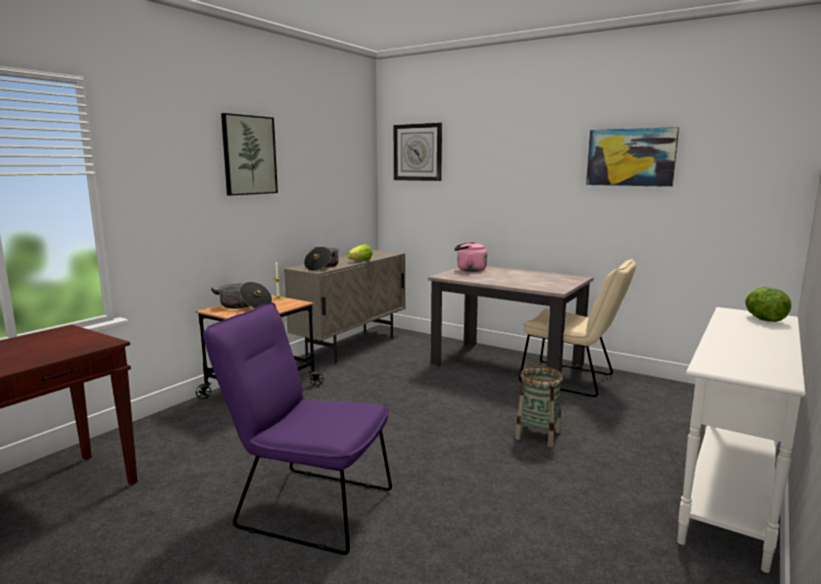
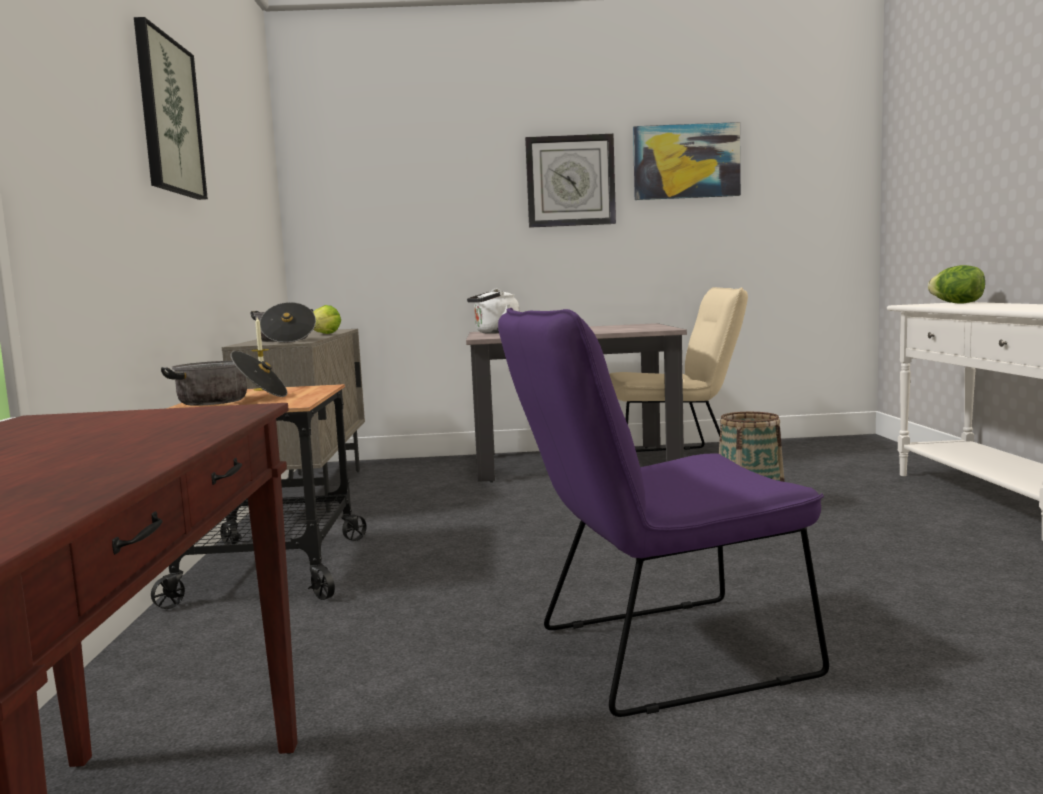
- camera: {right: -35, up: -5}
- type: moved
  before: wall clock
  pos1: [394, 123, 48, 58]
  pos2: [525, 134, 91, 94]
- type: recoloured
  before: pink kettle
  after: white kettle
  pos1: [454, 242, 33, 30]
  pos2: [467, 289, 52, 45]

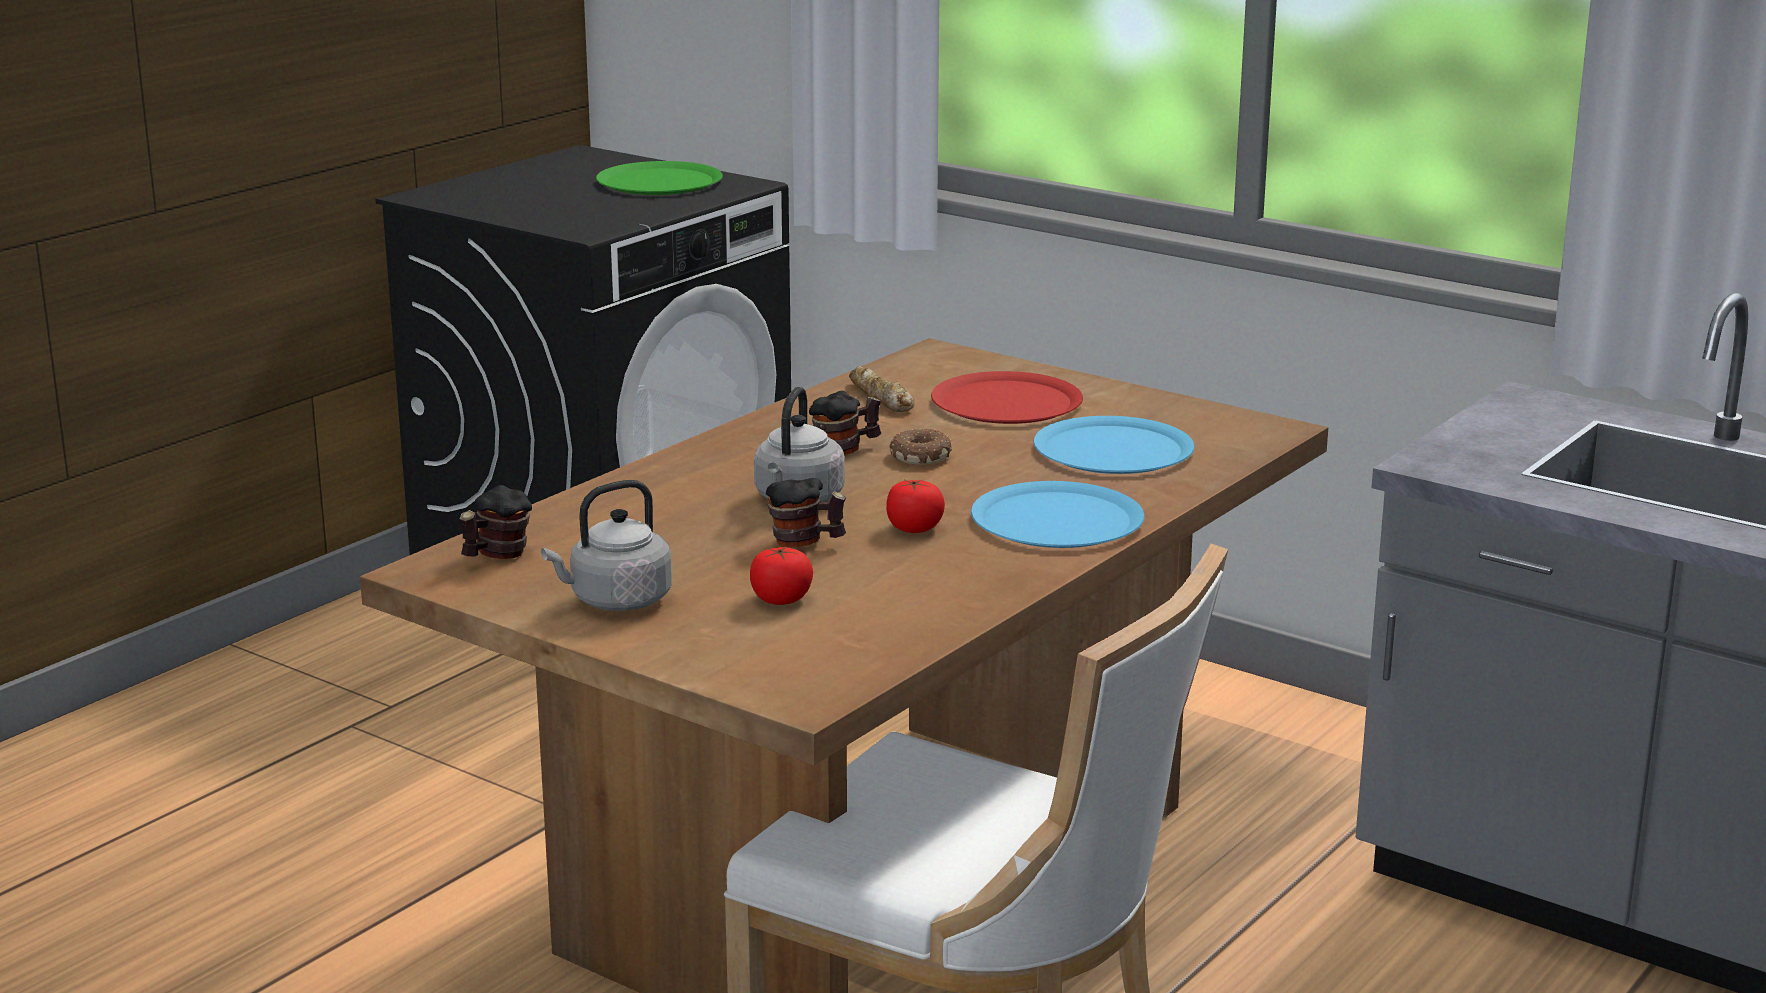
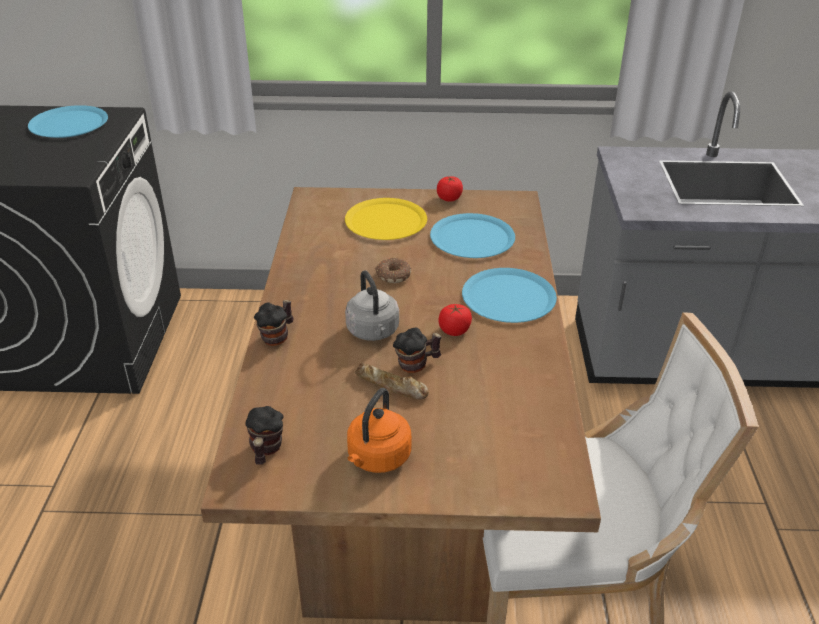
- camera: {right: -35, up: 15}
- type: recoloured
  before: grey kettle
  after: orange kettle
  pos1: [541, 480, 131, 131]
  pos2: [347, 388, 64, 85]
- type: recoloured
  before: green plate
  after: blue plate
  pos1: [596, 161, 127, 34]
  pos2: [28, 105, 80, 33]
- type: moved
  before: tomato
  pos1: [750, 546, 63, 59]
  pos2: [437, 176, 26, 26]
- type: moved
  before: mug
  pos1: [809, 391, 72, 64]
  pos2: [254, 300, 40, 46]
- type: moved
  before: bread
  pos1: [849, 366, 66, 46]
  pos2: [355, 363, 74, 37]
- type: recoloured
  before: red plate
  after: yellow plate
  pos1: [931, 371, 152, 53]
  pos2: [345, 198, 82, 42]

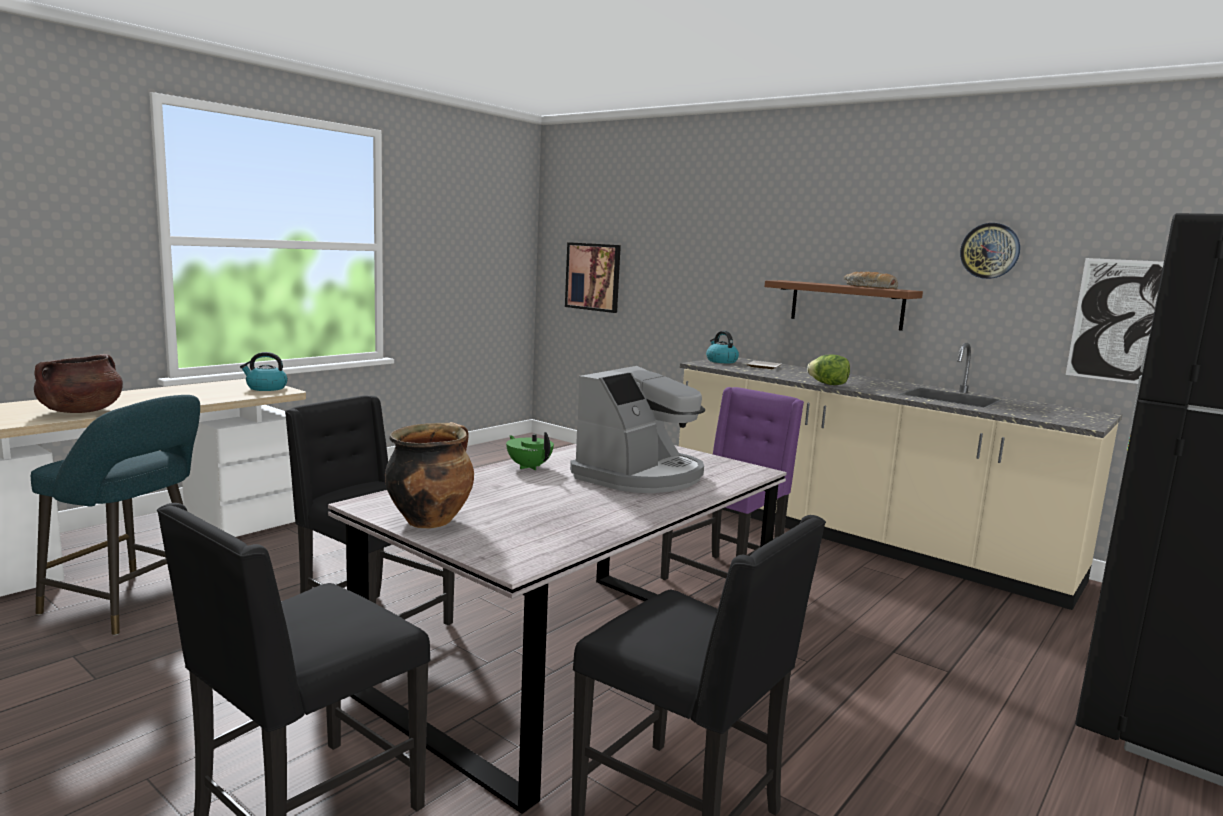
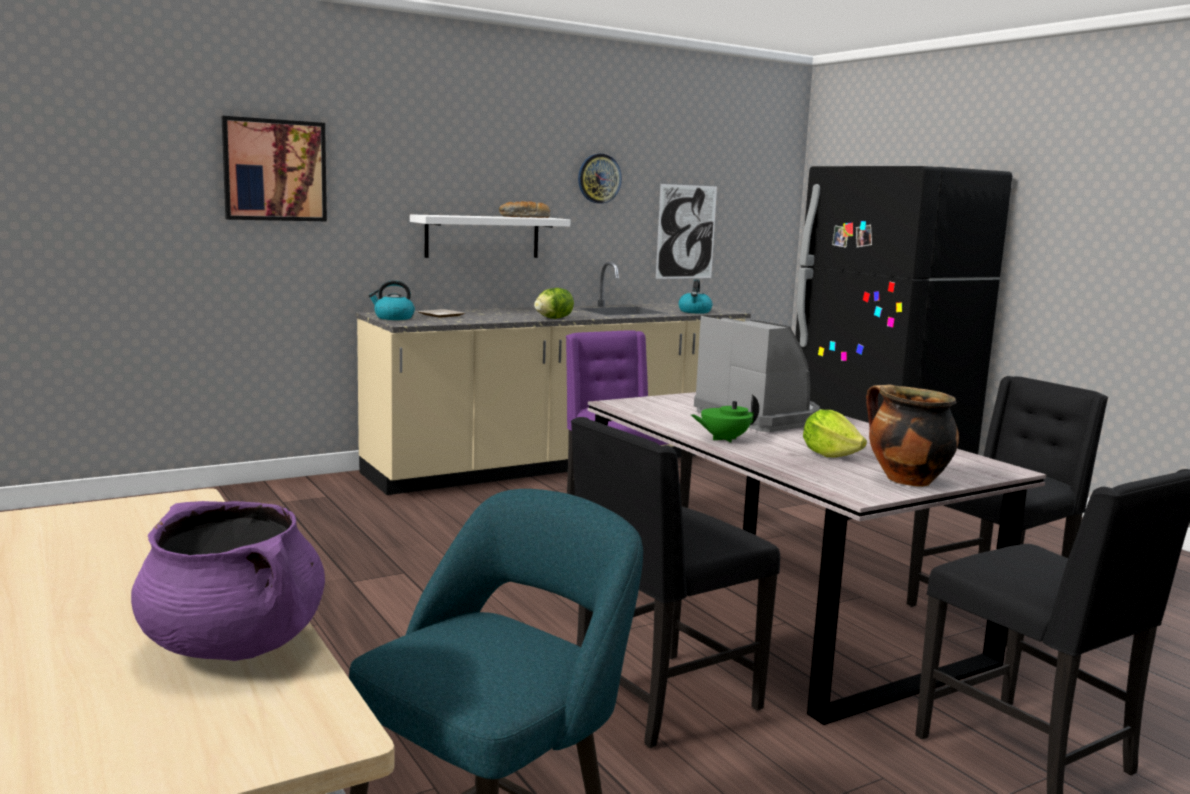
- camera: {right: -70, up: 0}
- type: recoloured
  before: brown cooking pot
  after: purple cooking pot
  pos1: [34, 354, 89, 59]
  pos2: [131, 501, 194, 160]
- type: moved
  before: kettle
  pos1: [240, 352, 48, 39]
  pos2: [678, 279, 35, 35]
- type: moved
  before: picture
  pos1: [565, 242, 56, 71]
  pos2: [221, 116, 106, 105]
- type: recoloured
  before: brown shelf
  after: white shelf
  pos1: [764, 280, 159, 51]
  pos2: [410, 214, 160, 44]
- type: added
  after: lettuce
  pos2: [803, 410, 64, 48]

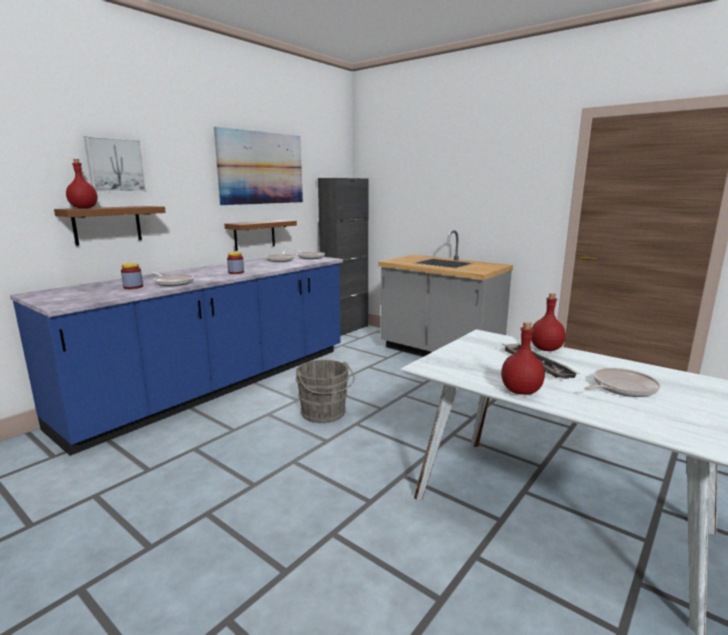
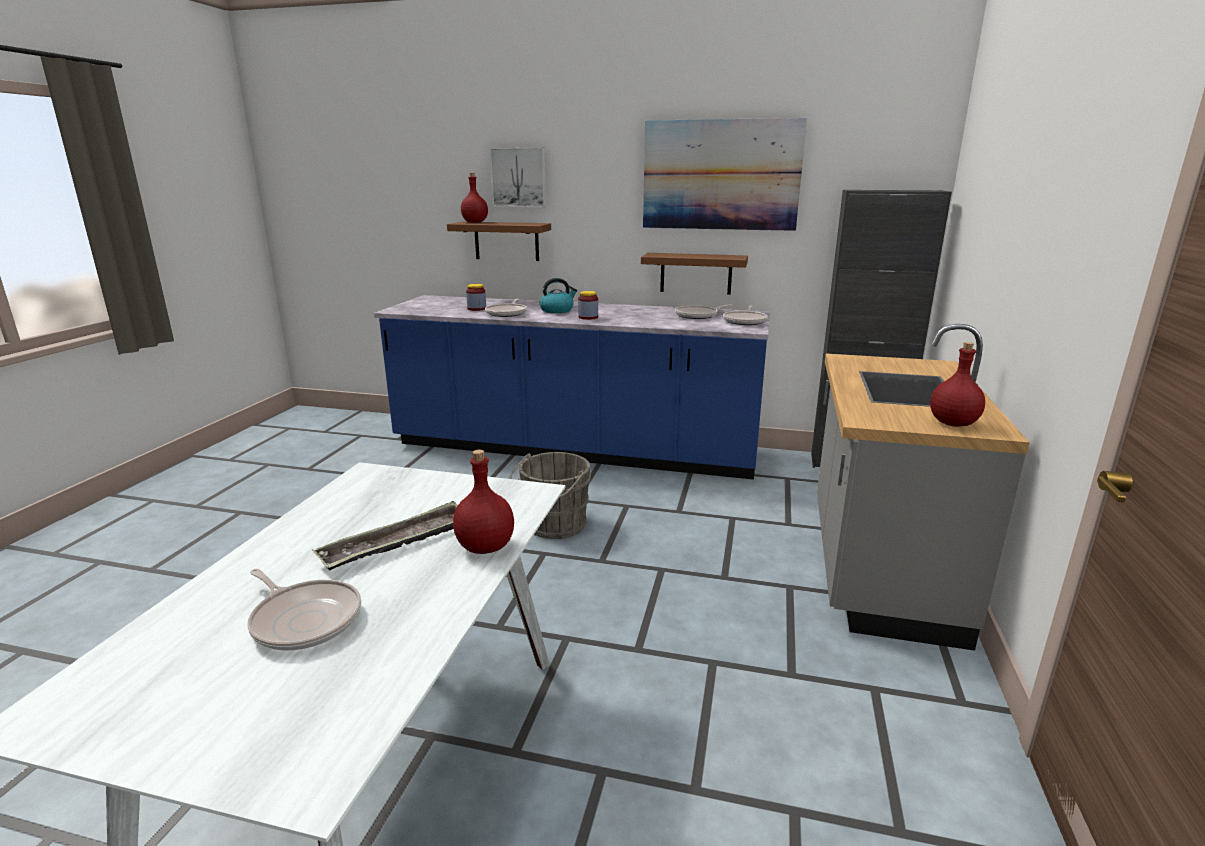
- camera: {right: 65, up: 5}
- type: moved
  before: red bottle
  pos1: [501, 322, 44, 73]
  pos2: [930, 342, 55, 85]
- type: added
  after: kettle
  pos2: [539, 278, 38, 35]

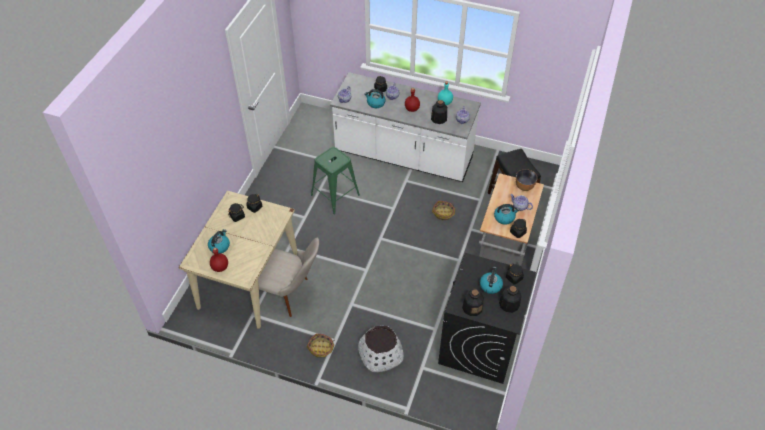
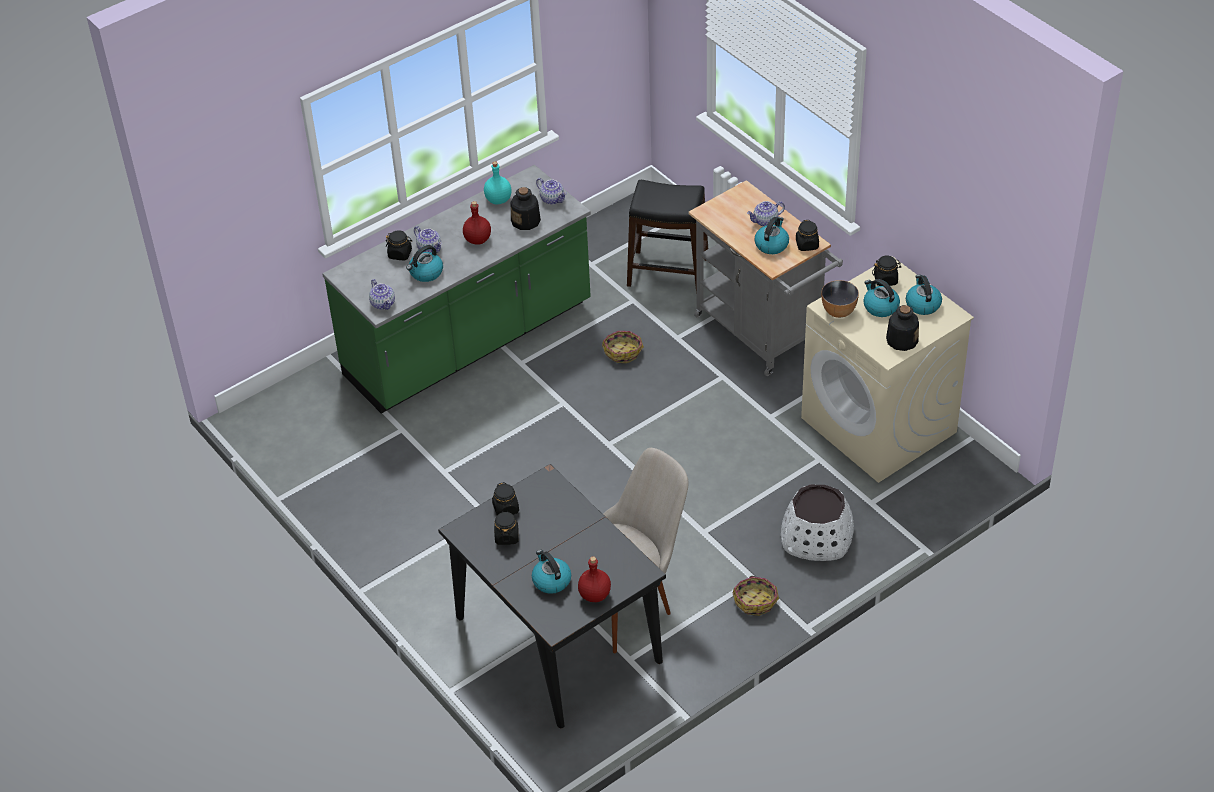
- camera: {right: -55, up: -5}
- type: recoloured
  before: beige dining table
  after: black dining table
  pos1: [179, 191, 119, 138]
  pos2: [438, 464, 228, 264]
- type: removed
  before: green stool
  pos1: [311, 147, 49, 67]
- type: recoloured
  before: white counter
  after: green counter
  pos1: [330, 72, 151, 110]
  pos2: [322, 165, 269, 249]
- type: recoloured
  before: black washing machine
  after: beige washing machine
  pos1: [438, 253, 98, 131]
  pos2: [801, 256, 173, 227]
- type: replaced
  before: bottle
  after: kettle
  pos1: [499, 285, 22, 28]
  pos2: [906, 275, 36, 40]
- type: moved
  before: bowl
  pos1: [516, 169, 21, 22]
  pos2: [821, 280, 38, 38]

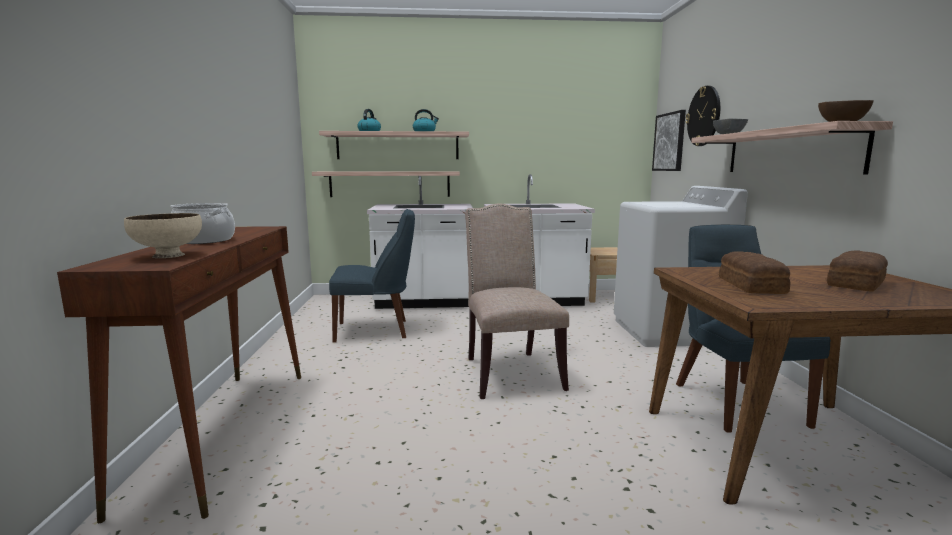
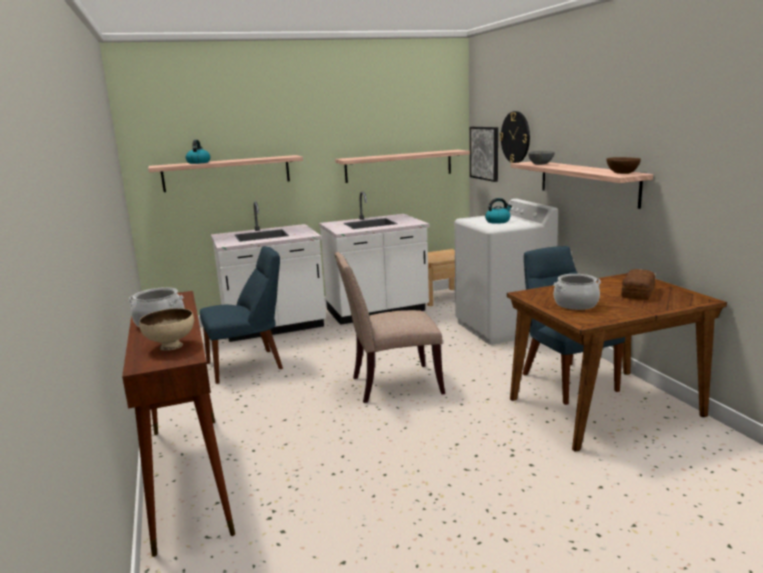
- camera: {right: -15, up: 5}
- type: moved
  before: shelf
  pos1: [312, 171, 148, 26]
  pos2: [335, 150, 135, 33]
- type: moved
  before: kettle
  pos1: [413, 109, 26, 22]
  pos2: [485, 198, 27, 26]
- type: turned
  before: beige chair
  pos1: [465, 204, 104, 195]
  pos2: [334, 252, 111, 151]
  turn: -75
- type: replaced
  before: bread
  after: cooking pot
  pos1: [719, 251, 71, 43]
  pos2: [553, 274, 48, 36]

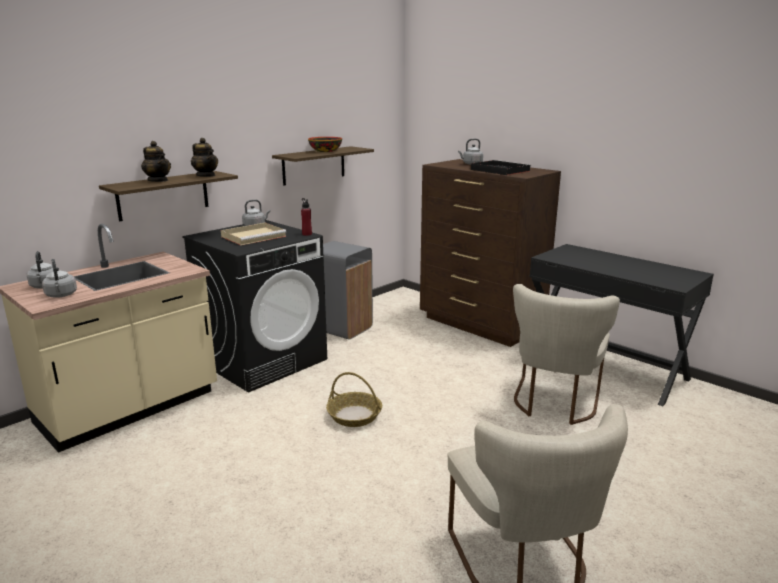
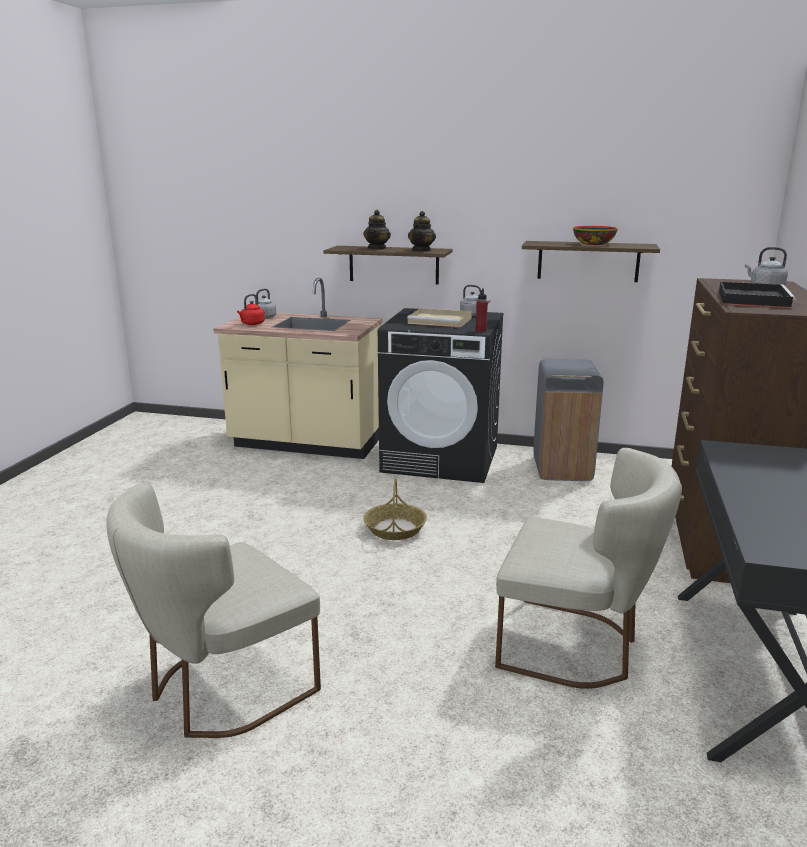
- camera: {right: 60, up: 0}
- type: recoloured
  before: grey kettle
  after: red kettle
  pos1: [42, 259, 35, 38]
  pos2: [237, 294, 28, 31]
- type: turned
  before: beige chair
  pos1: [513, 284, 107, 141]
  pos2: [495, 448, 187, 241]
  turn: -150

